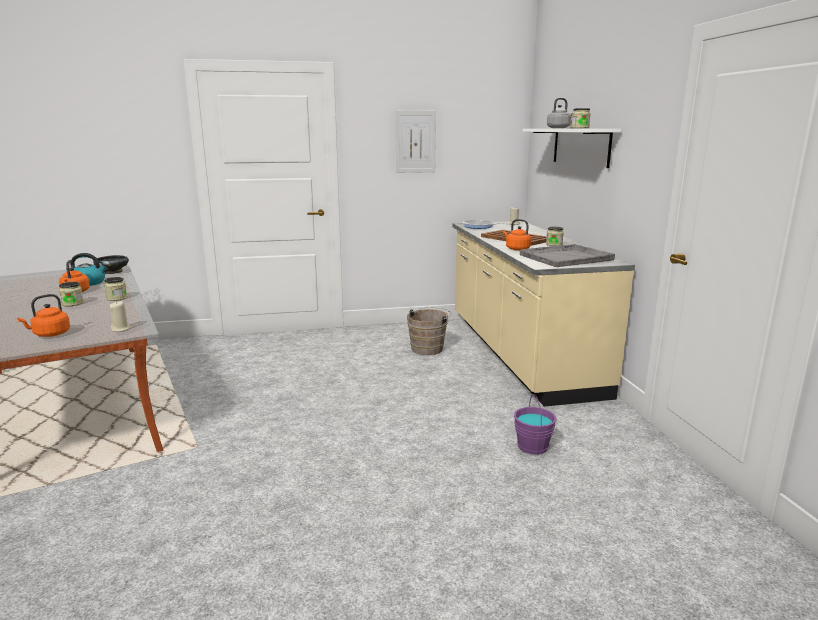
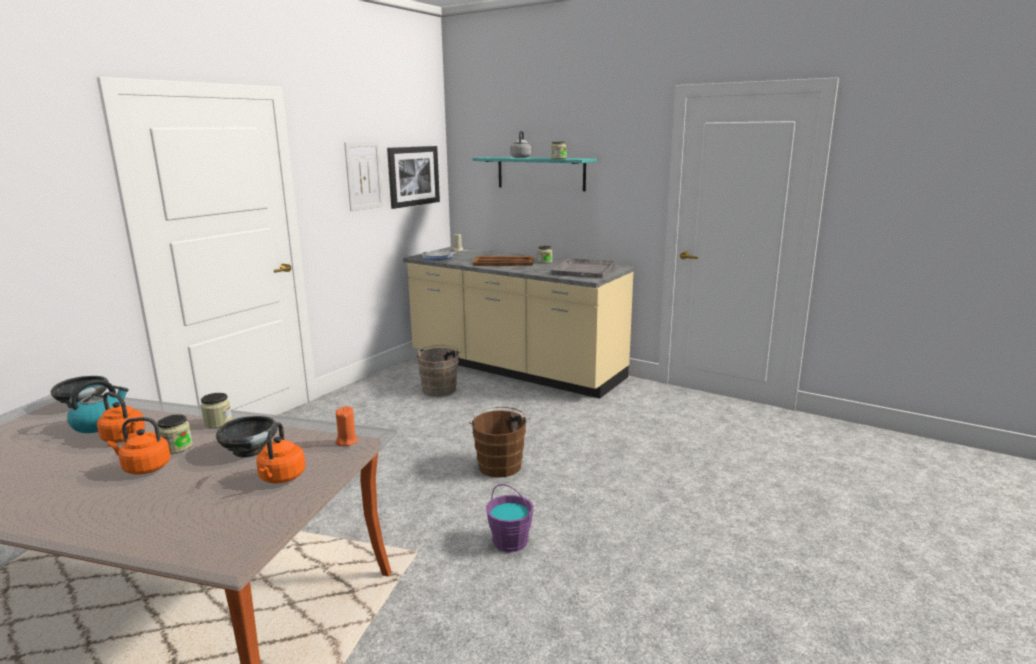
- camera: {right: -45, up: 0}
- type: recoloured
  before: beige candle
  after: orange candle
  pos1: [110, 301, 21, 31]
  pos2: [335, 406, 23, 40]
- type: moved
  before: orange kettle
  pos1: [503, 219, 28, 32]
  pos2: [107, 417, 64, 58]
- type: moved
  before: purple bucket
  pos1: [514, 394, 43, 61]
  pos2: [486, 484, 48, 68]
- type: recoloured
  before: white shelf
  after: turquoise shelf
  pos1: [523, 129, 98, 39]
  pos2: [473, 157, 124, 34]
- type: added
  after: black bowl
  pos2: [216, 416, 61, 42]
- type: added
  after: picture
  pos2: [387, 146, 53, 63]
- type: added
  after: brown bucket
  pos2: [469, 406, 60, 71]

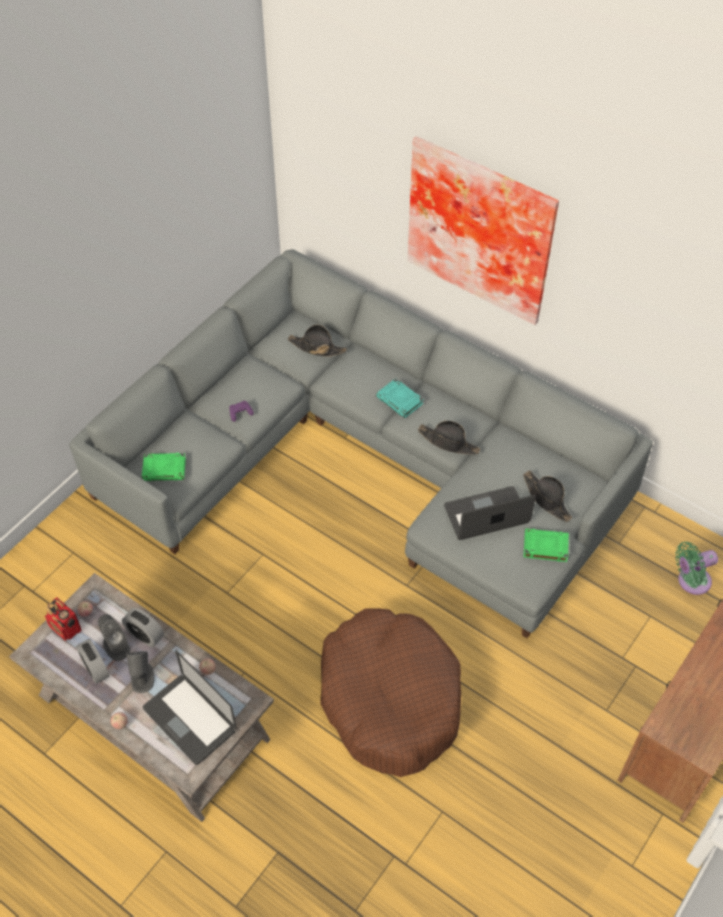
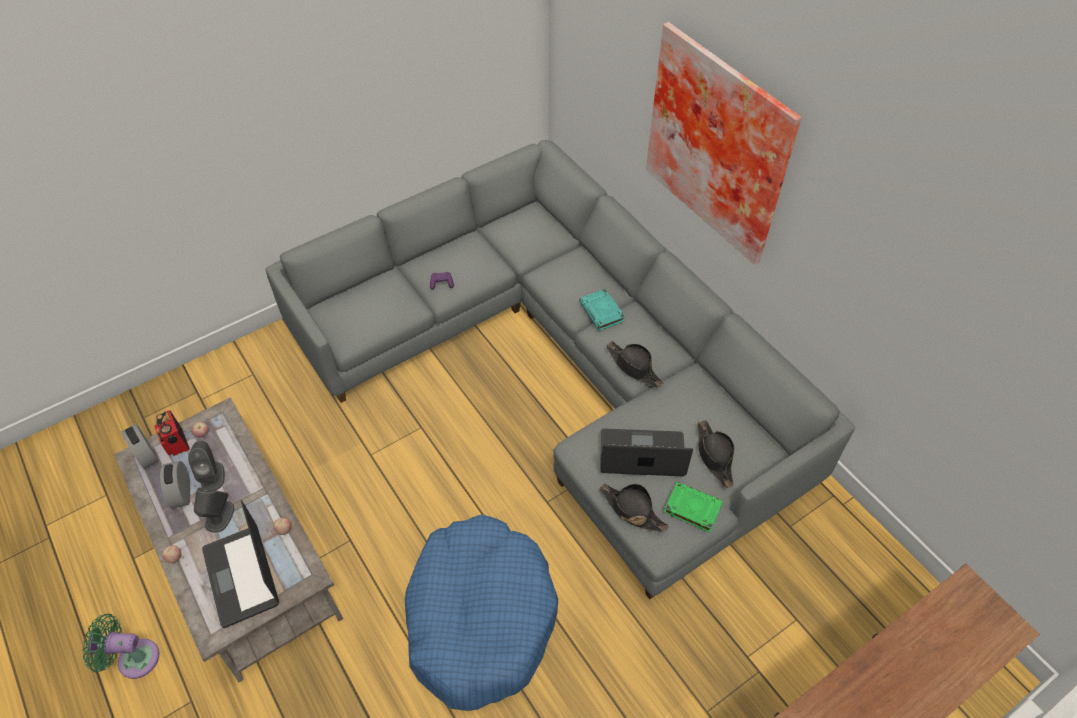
- camera: {right: 20, up: 0}
- type: moved
  before: alarm clock
  pos1: [122, 608, 42, 39]
  pos2: [121, 424, 38, 45]
- type: removed
  before: green book
  pos1: [142, 453, 44, 28]
- type: moved
  before: black hat
  pos1: [288, 325, 59, 32]
  pos2: [599, 483, 70, 49]
- type: recoloured
  before: brown dog bed
  after: blue dog bed
  pos1: [320, 609, 141, 168]
  pos2: [405, 514, 153, 197]
- type: moved
  before: green fan
  pos1: [675, 542, 43, 53]
  pos2: [82, 614, 78, 65]

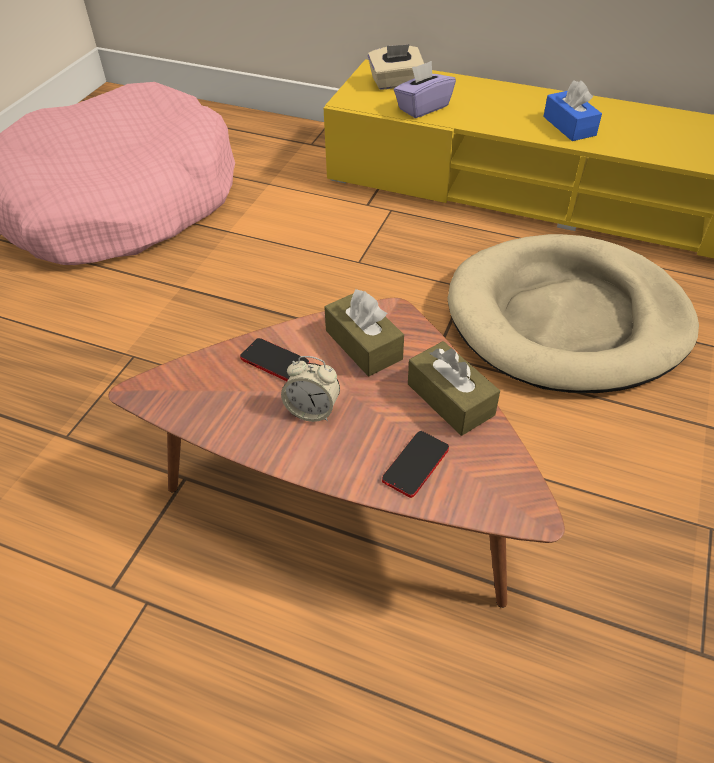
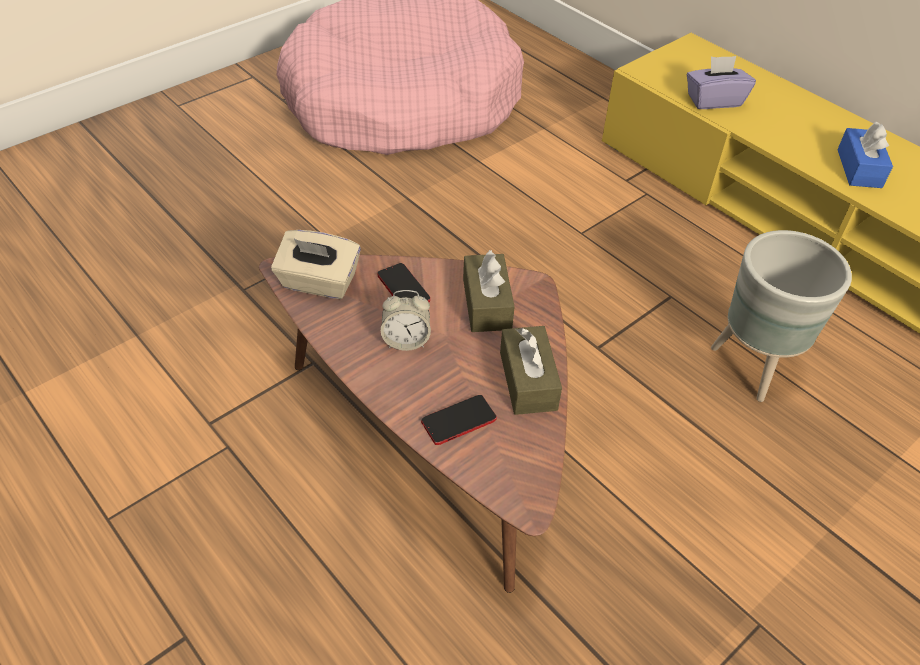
- camera: {right: 25, up: 0}
- type: turned
  before: alarm clock
  pos1: [281, 356, 59, 66]
  pos2: [381, 290, 50, 61]
  turn: -45
- type: moved
  before: beige tissue box
  pos1: [368, 44, 56, 46]
  pos2: [271, 230, 90, 69]
- type: replaced
  before: beige dog bed
  after: grey planter
  pos1: [448, 234, 251, 159]
  pos2: [711, 230, 141, 172]

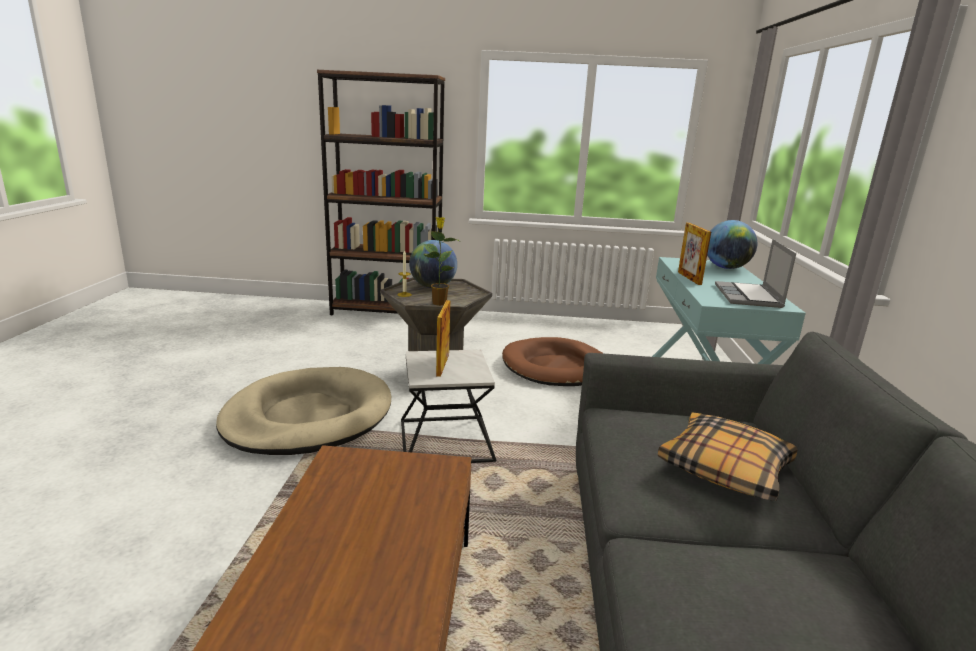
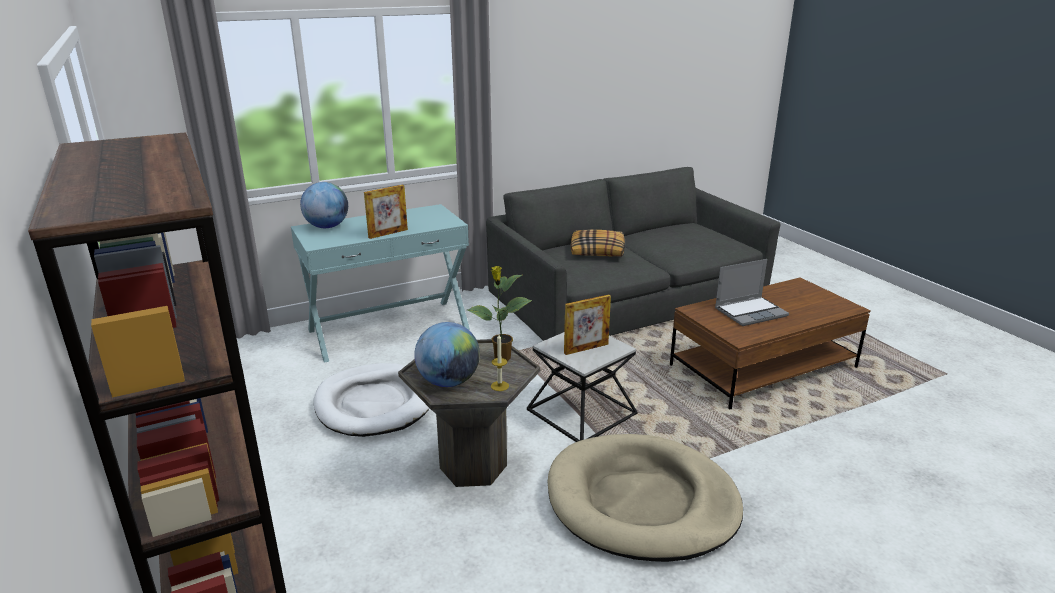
- camera: {right: -120, up: 5}
- type: recoloured
  before: brown dog bed
  after: white dog bed
  pos1: [502, 337, 100, 49]
  pos2: [314, 363, 116, 74]
- type: moved
  before: laptop
  pos1: [715, 239, 81, 69]
  pos2: [715, 259, 74, 67]

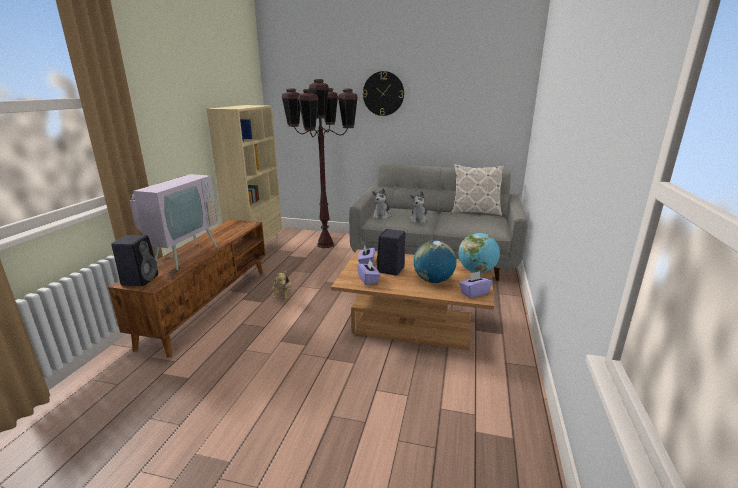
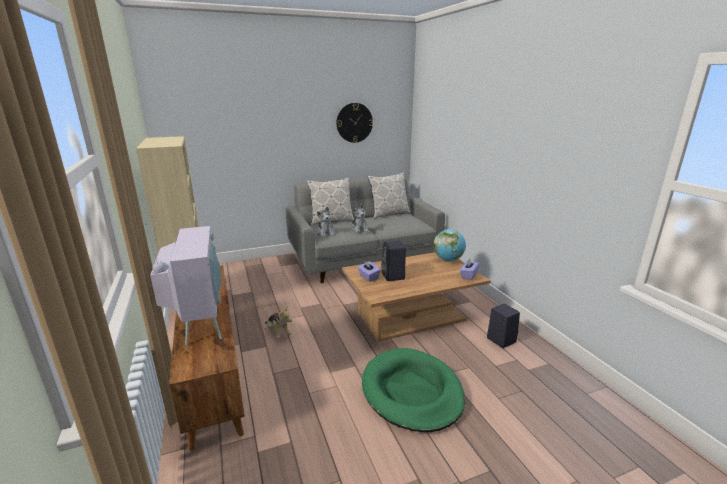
- camera: {right: -35, up: 0}
- type: moved
  before: black speaker
  pos1: [111, 235, 47, 51]
  pos2: [487, 304, 33, 44]
- type: removed
  before: brown floor lamp
  pos1: [282, 79, 76, 169]
- type: removed
  before: purple tissue box
  pos1: [357, 260, 24, 25]
- type: moved
  before: wall clock
  pos1: [363, 71, 41, 45]
  pos2: [336, 103, 37, 40]
- type: removed
  before: globe
  pos1: [414, 241, 43, 42]
- type: added
  after: pillow
  pos2: [307, 177, 47, 48]
- type: added
  after: green dog bed
  pos2: [362, 348, 103, 84]

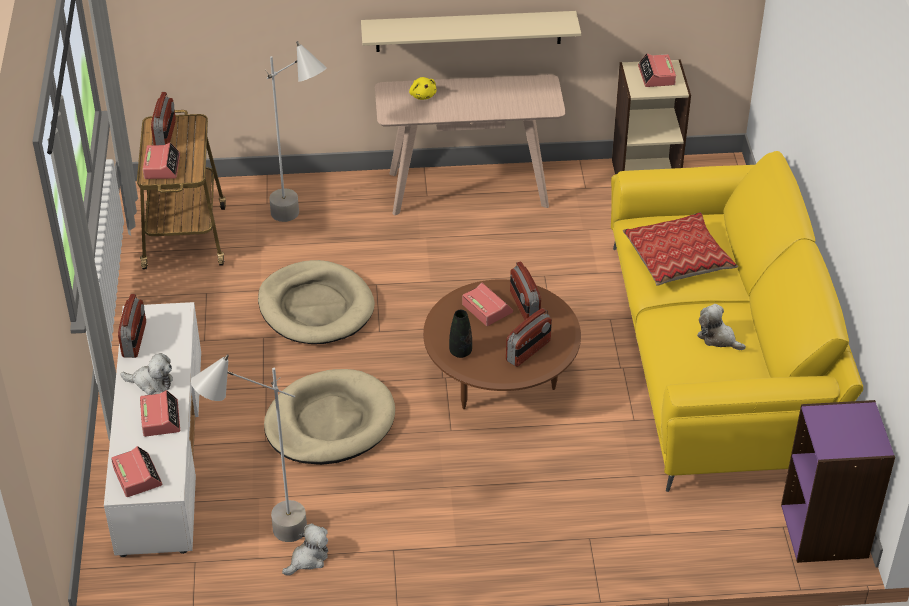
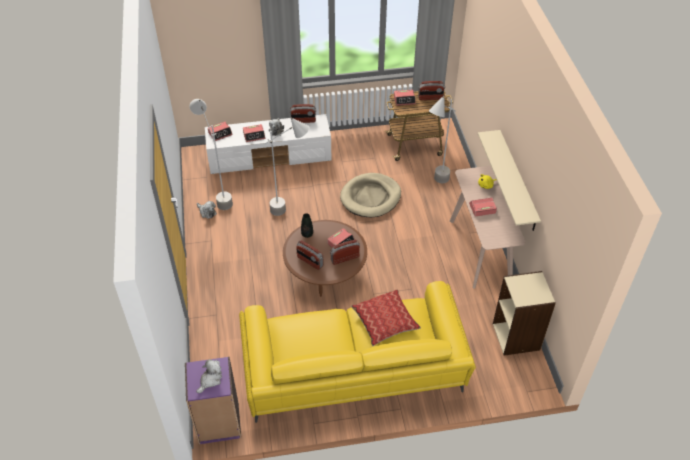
- camera: {right: 85, up: 5}
- type: replaced
  before: beige dog bed
  after: grey floor lamp
  pos1: [264, 369, 131, 96]
  pos2: [265, 118, 45, 98]
- type: moved
  before: alarm clock
  pos1: [638, 53, 38, 34]
  pos2: [469, 197, 28, 20]
- type: moved
  before: plush toy
  pos1: [697, 304, 49, 46]
  pos2: [196, 359, 26, 34]

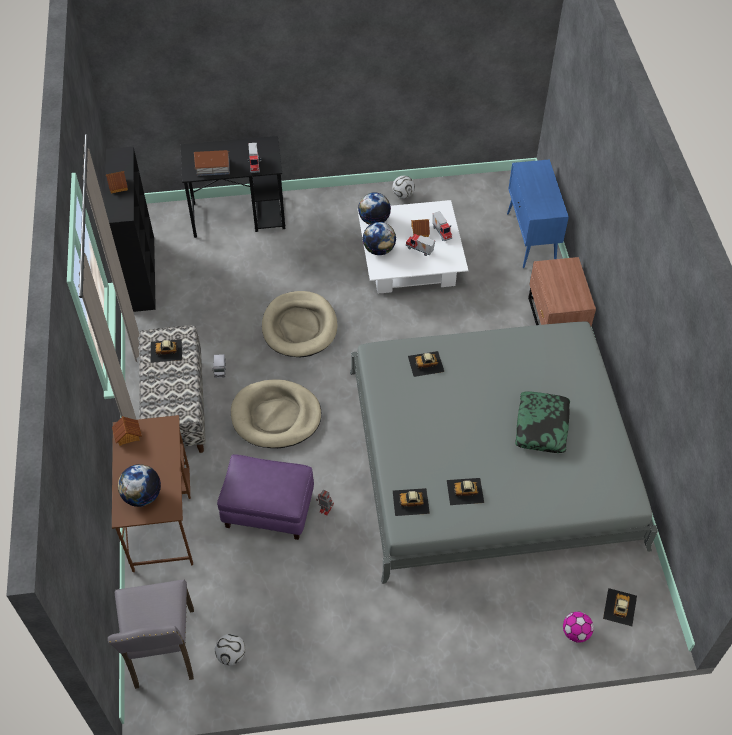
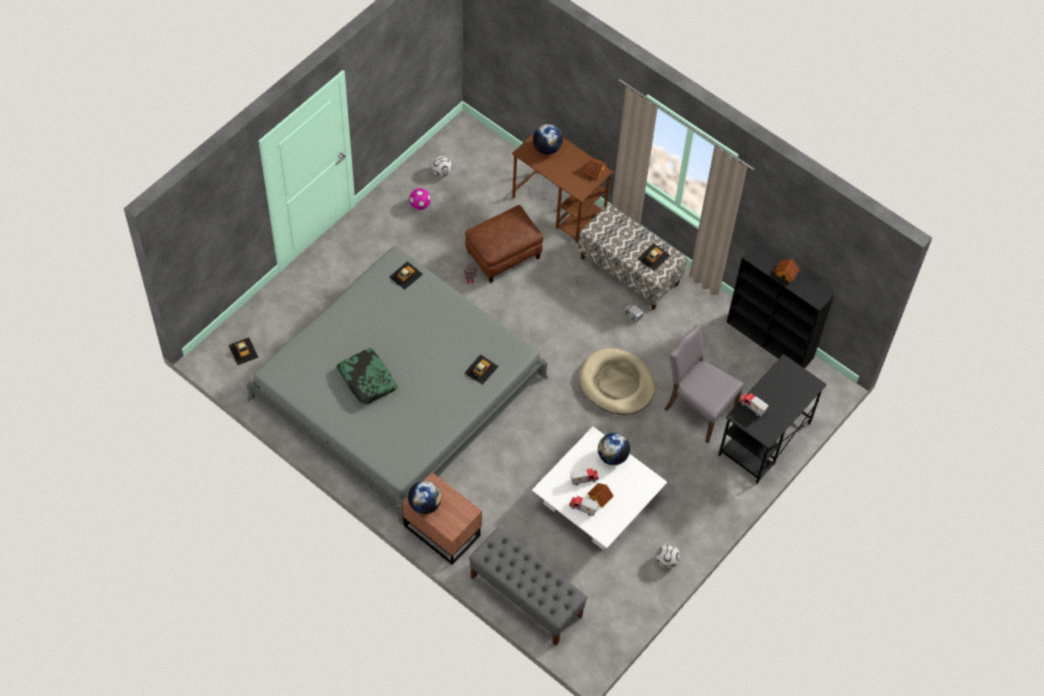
- camera: {right: 135, up: 5}
- type: moved
  before: grey chair
  pos1: [108, 580, 86, 109]
  pos2: [664, 324, 80, 120]
- type: removed
  before: toy house
  pos1: [194, 150, 36, 26]
- type: recoloured
  before: purple ottoman
  after: brown ottoman
  pos1: [217, 454, 97, 86]
  pos2: [465, 205, 78, 78]
- type: removed
  before: beige dog bed
  pos1: [231, 379, 90, 69]
- type: moved
  before: globe
  pos1: [358, 192, 33, 33]
  pos2: [408, 481, 33, 33]
- type: removed
  before: toy car
  pos1: [447, 478, 37, 27]
- type: replaced
  before: blue cabinet
  after: grey bench
  pos1: [507, 159, 62, 109]
  pos2: [469, 527, 119, 119]
- type: moved
  before: football
  pos1: [563, 612, 31, 31]
  pos2: [409, 188, 22, 22]

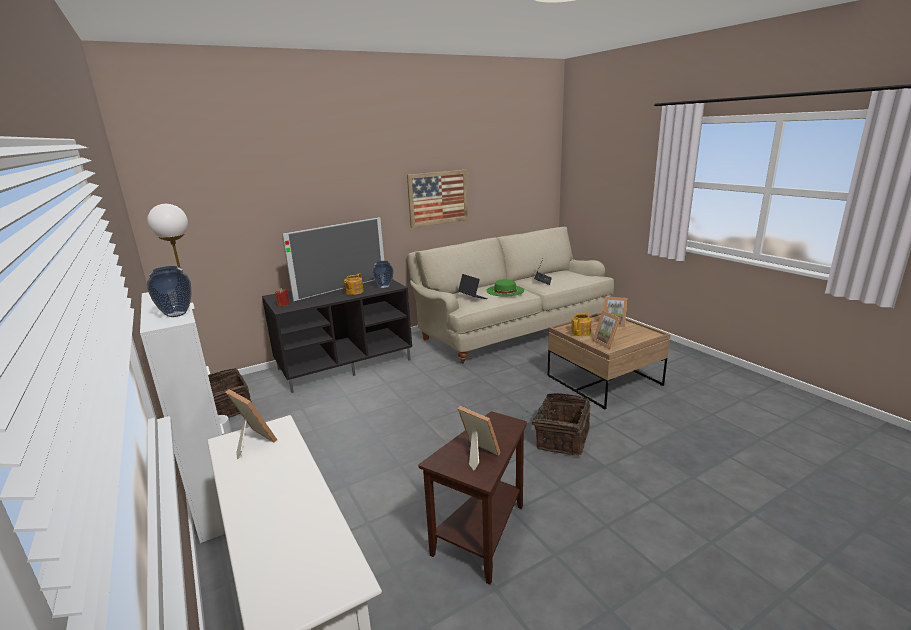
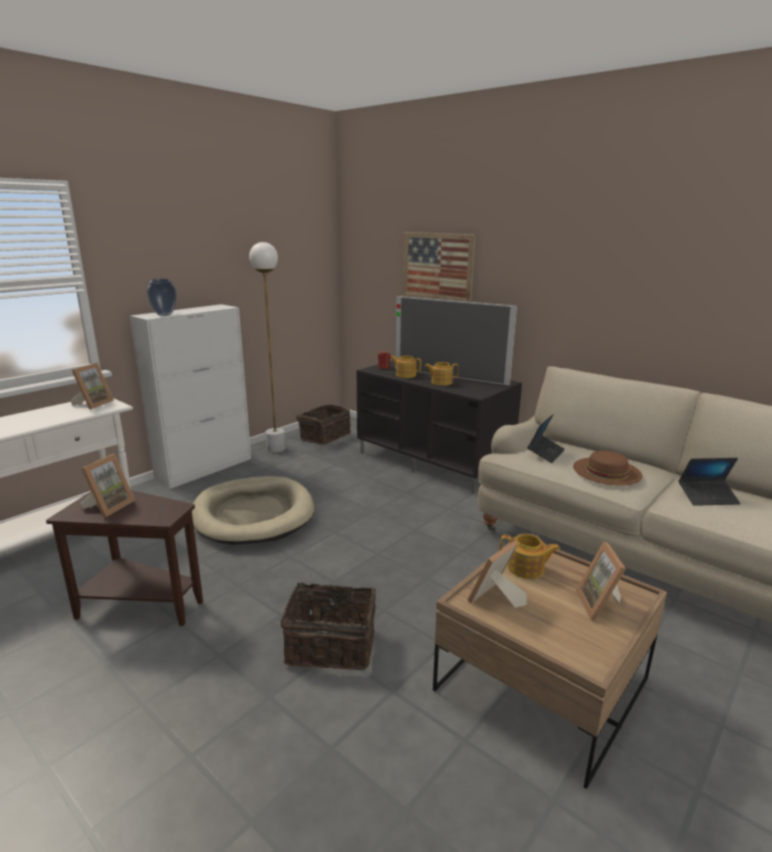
- camera: {right: 70, up: 0}
- type: removed
  before: vase
  pos1: [373, 261, 21, 27]
- type: moved
  before: picture
  pos1: [407, 170, 61, 58]
  pos2: [403, 232, 73, 70]
- type: recoloured
  before: green hat
  after: brown hat
  pos1: [486, 279, 38, 18]
  pos2: [573, 451, 70, 35]
- type: added
  after: beige dog bed
  pos2: [192, 476, 122, 69]
- type: added
  after: teapot
  pos2: [391, 356, 30, 22]

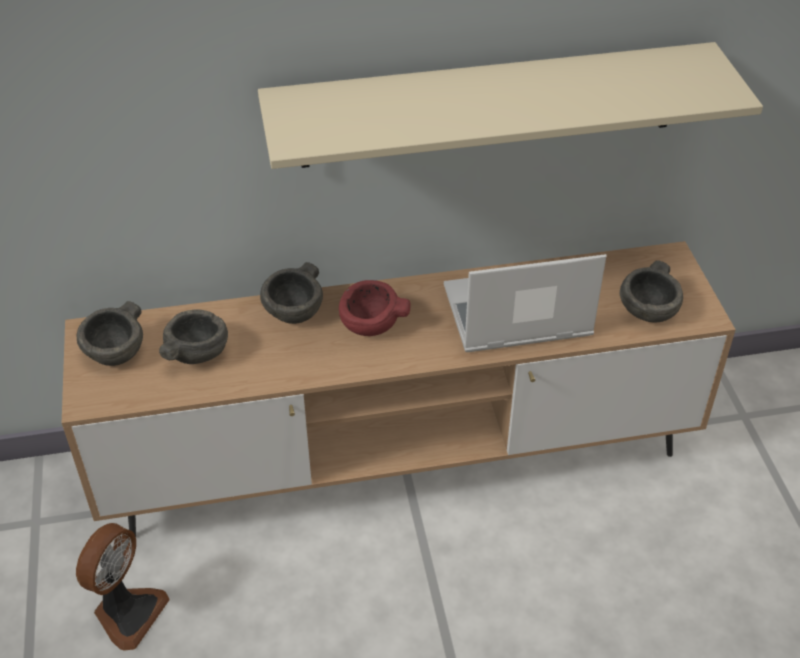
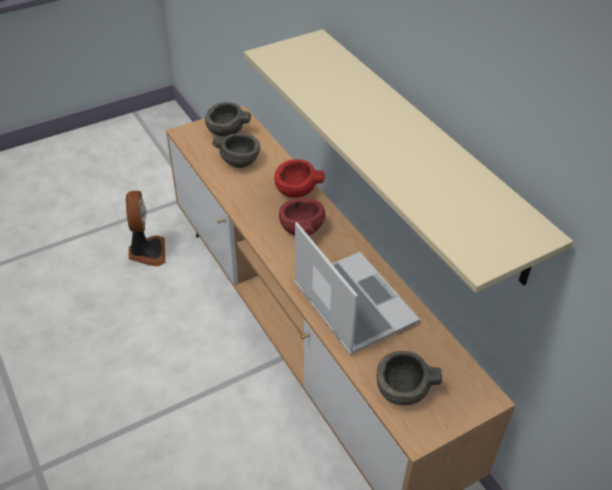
- camera: {right: 70, up: 0}
- type: turned
  before: fan
  pos1: [76, 523, 94, 128]
  pos2: [126, 191, 39, 75]
  turn: -105
- type: recoloured
  before: grey bowl
  after: red bowl
  pos1: [260, 262, 63, 62]
  pos2: [274, 159, 50, 39]

